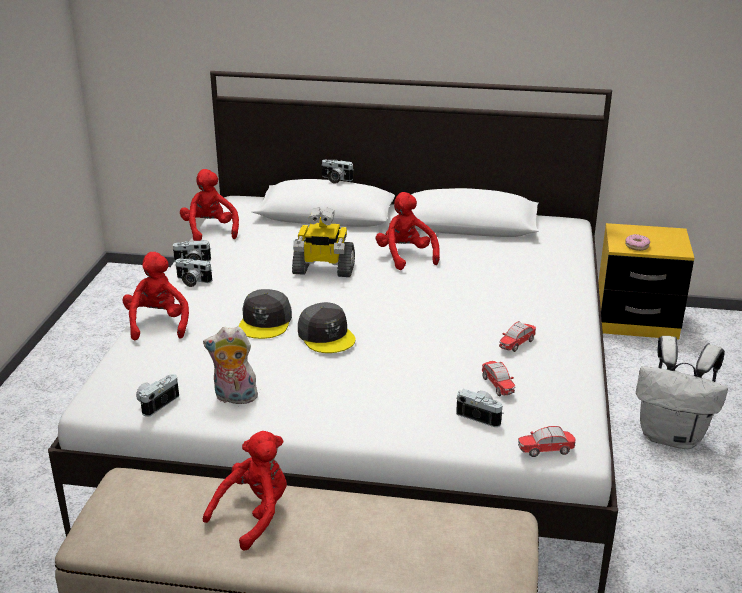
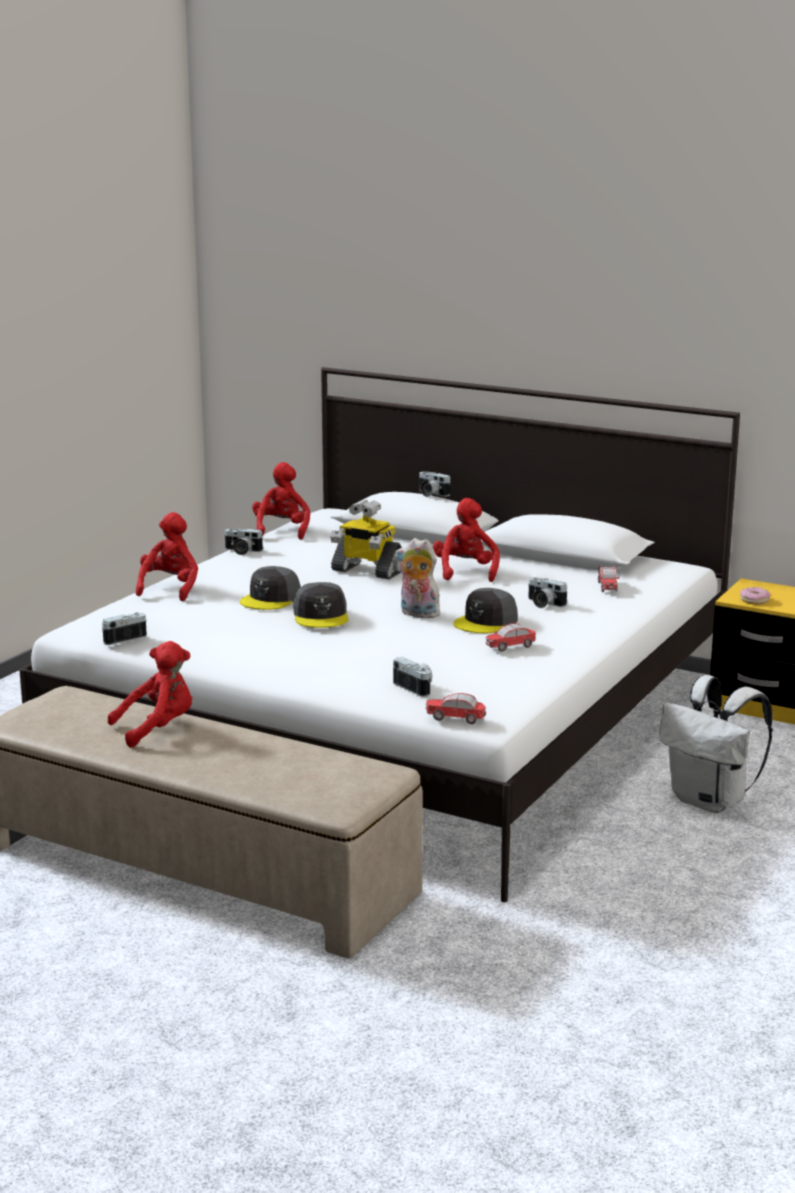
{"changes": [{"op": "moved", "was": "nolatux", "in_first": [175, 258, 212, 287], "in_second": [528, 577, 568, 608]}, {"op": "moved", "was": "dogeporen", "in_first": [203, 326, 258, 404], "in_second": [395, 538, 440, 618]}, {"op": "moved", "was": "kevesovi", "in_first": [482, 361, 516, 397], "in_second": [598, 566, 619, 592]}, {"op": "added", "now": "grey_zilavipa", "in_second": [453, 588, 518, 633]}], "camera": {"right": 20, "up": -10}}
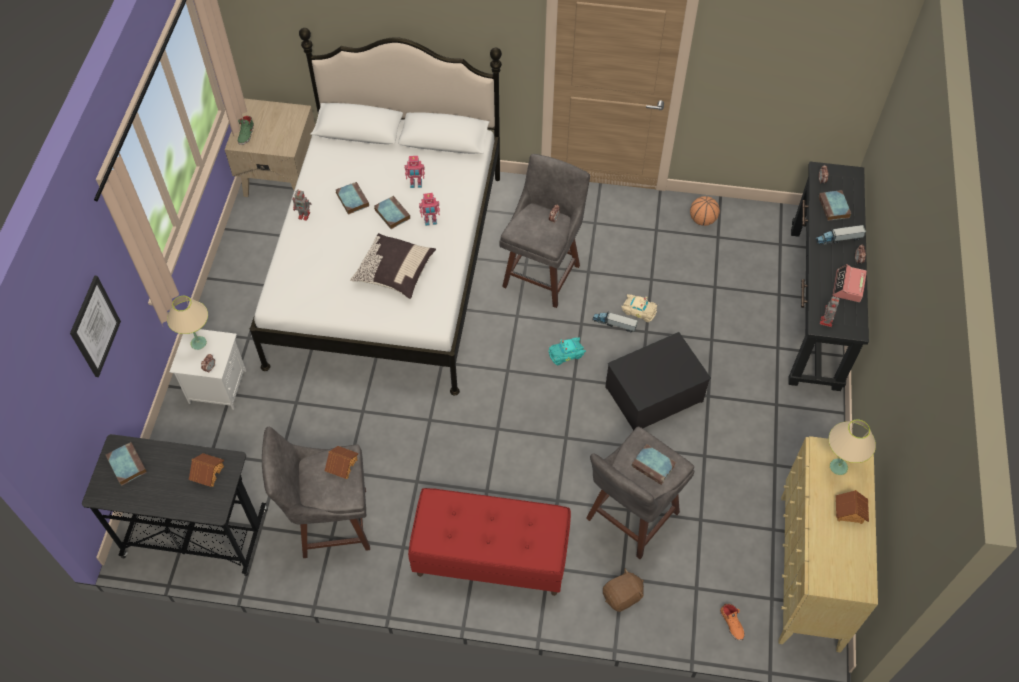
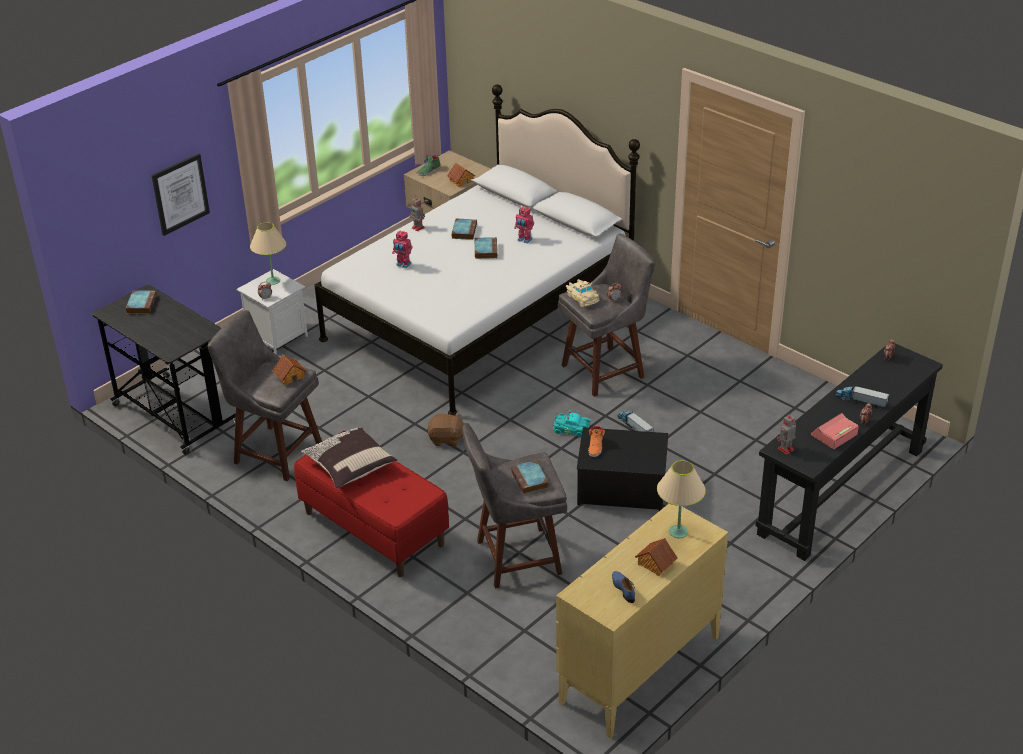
{"changes": [{"op": "moved", "was": "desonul", "in_first": [189, 453, 224, 487], "in_second": [447, 162, 475, 187]}, {"op": "moved", "was": "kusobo", "in_first": [350, 233, 436, 299], "in_second": [301, 428, 397, 489]}, {"op": "moved", "was": "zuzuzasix", "in_first": [419, 193, 440, 226], "in_second": [392, 230, 413, 268]}, {"op": "moved", "was": "brown_dogeporen", "in_first": [603, 568, 644, 612], "in_second": [427, 412, 464, 446]}, {"op": "moved", "was": "beige_kevesovi", "in_first": [621, 294, 658, 322], "in_second": [566, 279, 599, 307]}, {"op": "removed", "was": "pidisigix", "in_first": [690, 196, 720, 226]}, {"op": "moved", "was": "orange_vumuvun", "in_first": [720, 603, 744, 641], "in_second": [588, 426, 605, 457]}, {"op": "removed", "was": "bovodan", "in_first": [818, 190, 851, 221]}, {"op": "added", "now": "blue_vumuvun", "in_second": [612, 571, 635, 603]}], "camera": {"right": 35, "up": -20}}
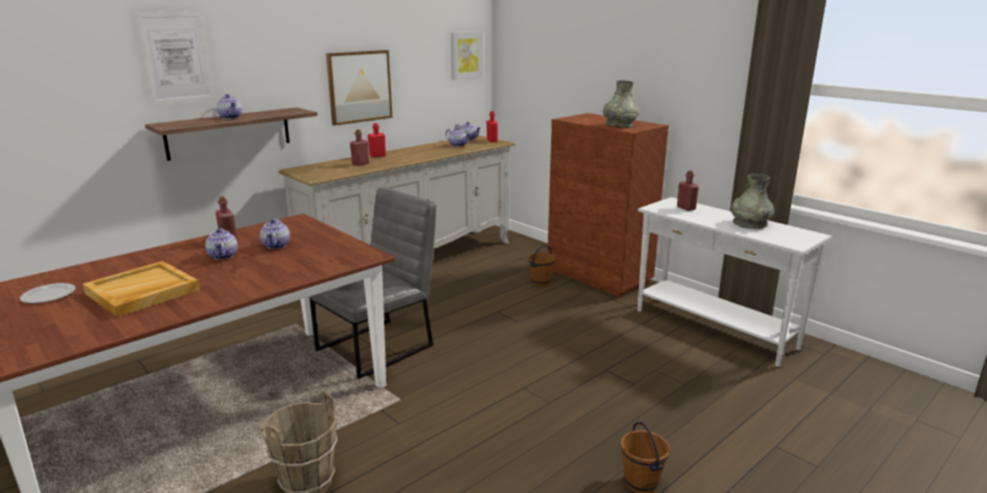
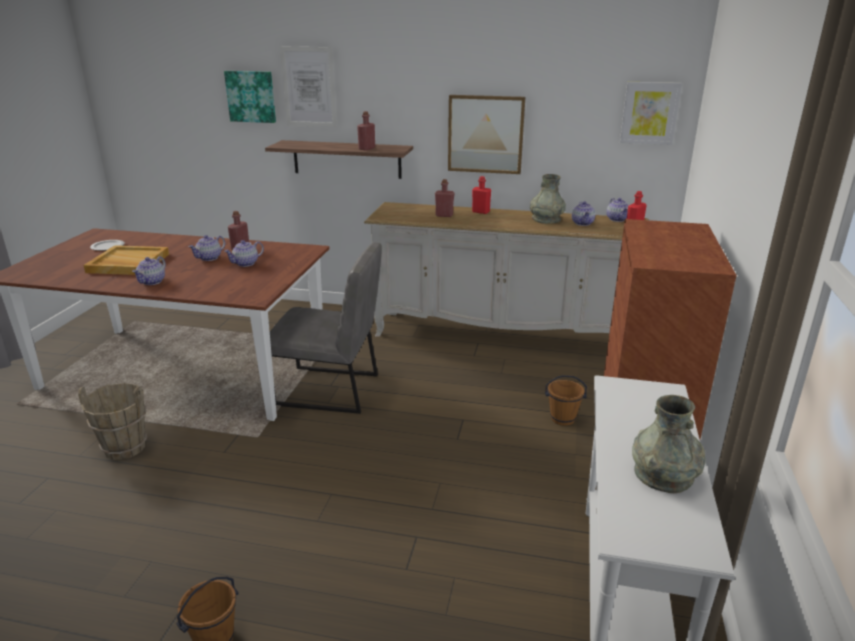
{"changes": [{"op": "moved", "was": "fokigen", "in_first": [216, 94, 242, 119], "in_second": [132, 256, 166, 285]}, {"op": "moved", "was": "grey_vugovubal", "in_first": [603, 80, 639, 128], "in_second": [530, 174, 566, 224]}, {"op": "moved", "was": "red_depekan", "in_first": [677, 170, 699, 211], "in_second": [357, 111, 375, 150]}, {"op": "added", "now": "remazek", "in_second": [224, 71, 276, 123]}], "camera": {"right": 55, "up": 5}}
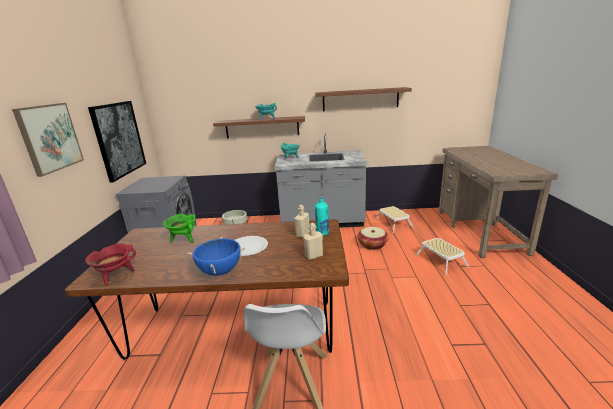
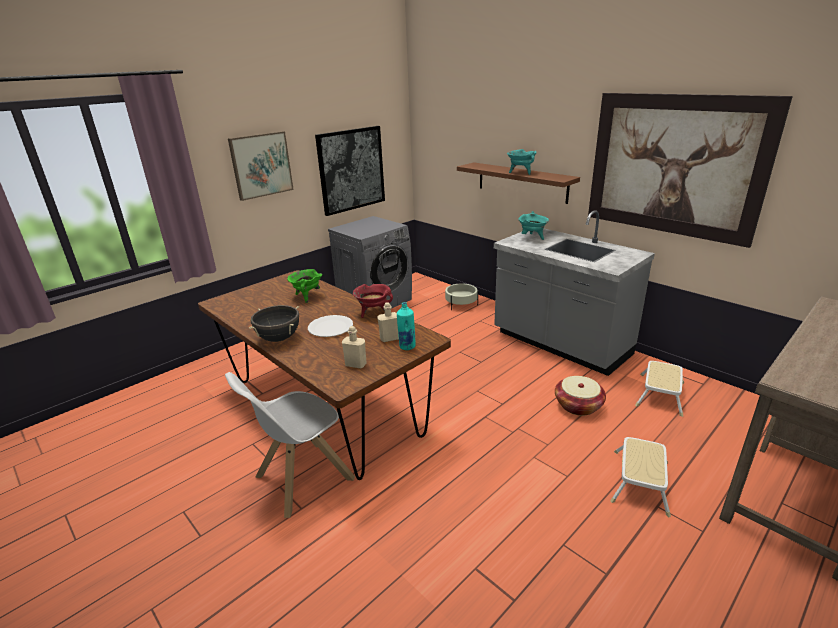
{"changes": [{"op": "moved", "was": "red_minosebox", "in_first": [85, 243, 136, 285], "in_second": [353, 284, 393, 318]}, {"op": "recoloured", "was": "blue_minosebox", "now": "black_minosebox", "in_first": [187, 237, 246, 276], "in_second": [249, 305, 299, 342]}, {"op": "replaced", "was": "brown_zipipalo", "now": "remazek", "in_first": [315, 87, 412, 111], "in_second": [588, 93, 793, 248]}], "camera": {"right": 45, "up": 5}}
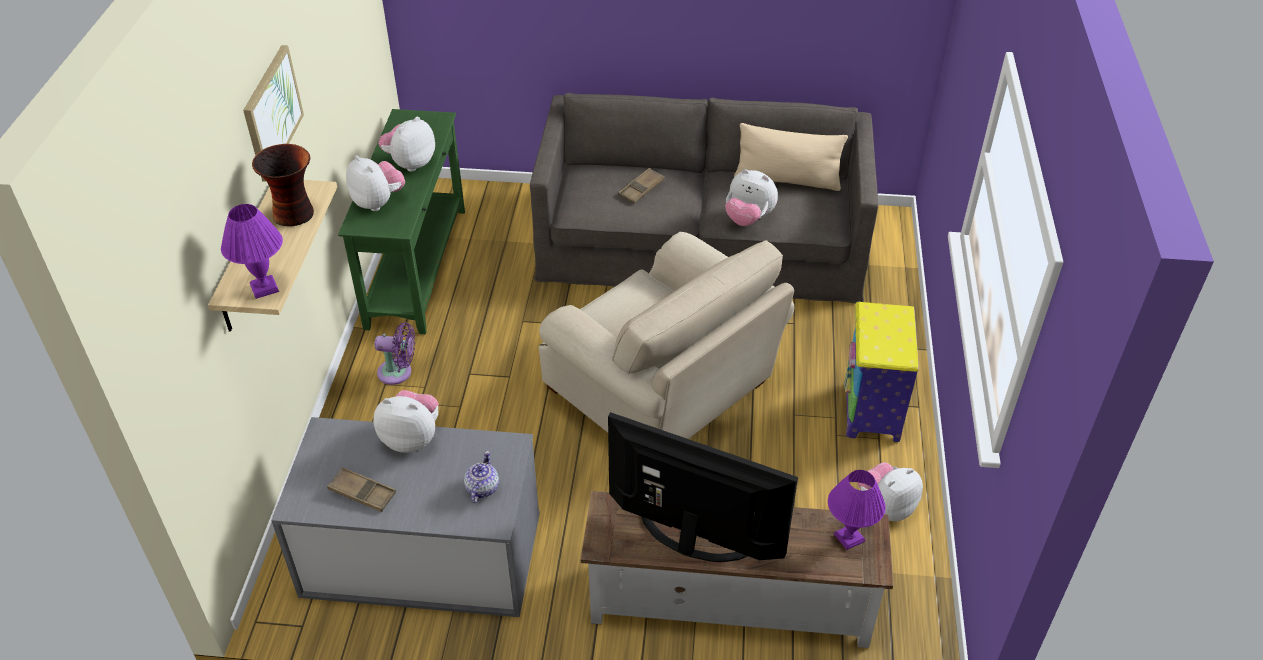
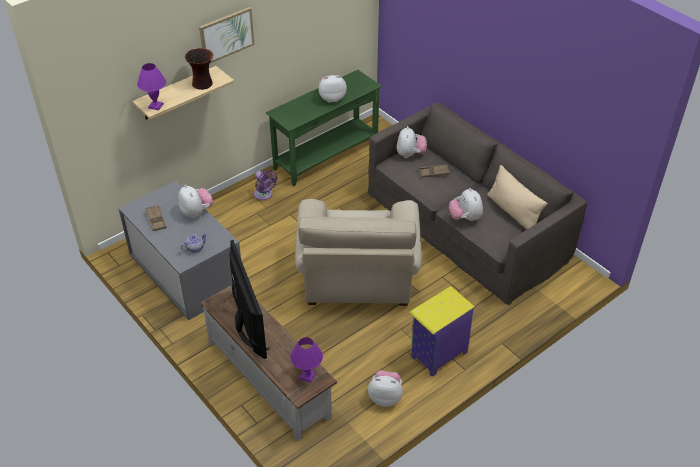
{"changes": [{"op": "moved", "was": "dogeporen", "in_first": [346, 155, 405, 211], "in_second": [397, 126, 427, 158]}], "camera": {"right": 45, "up": 0}}
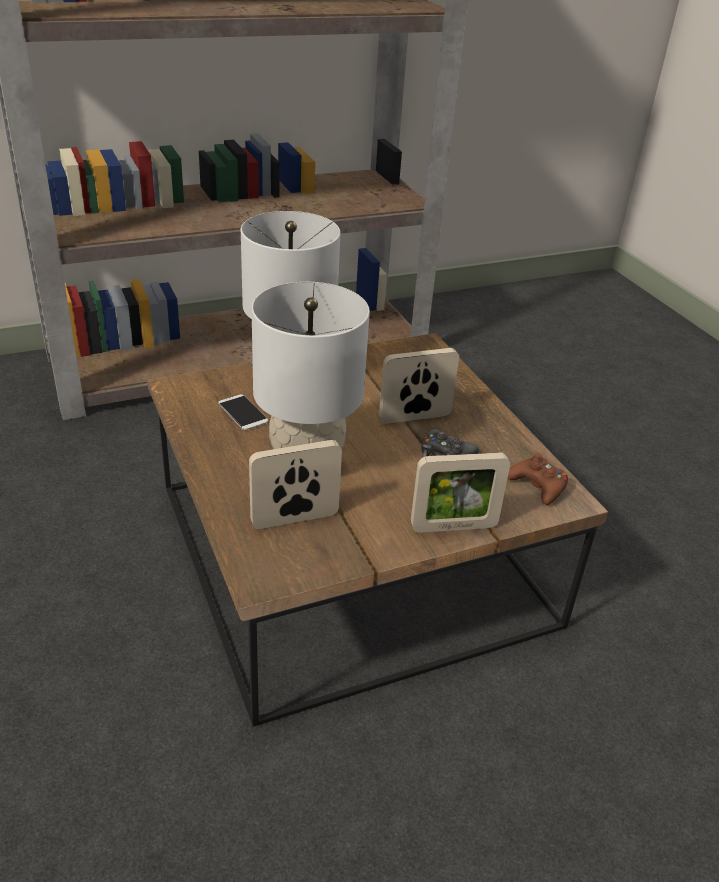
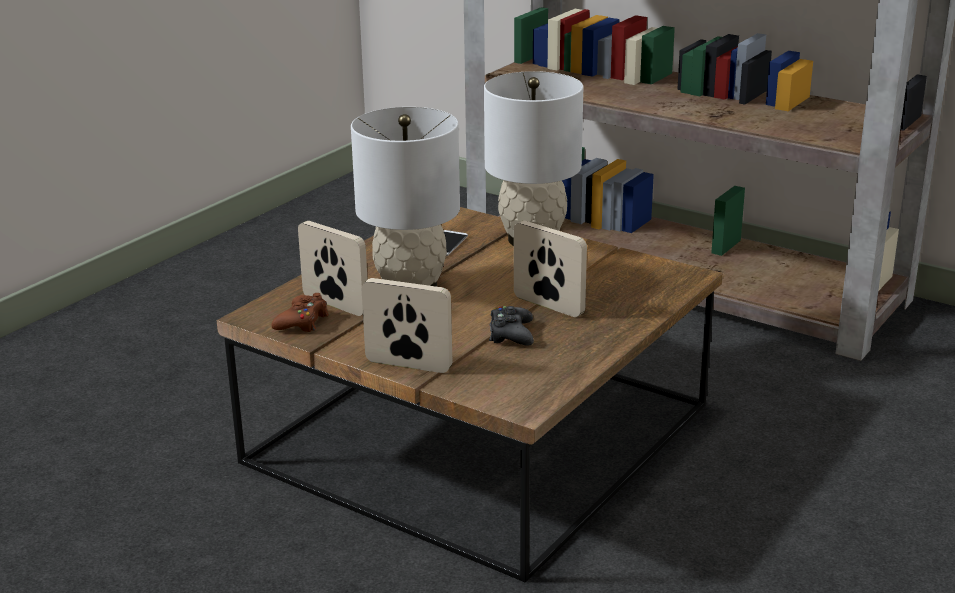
{"changes": [{"op": "turned", "was": "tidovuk", "in_first": [411, 453, 510, 533], "in_second": [362, 278, 452, 373], "clockwise": 150}, {"op": "moved", "was": "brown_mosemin", "in_first": [508, 453, 568, 505], "in_second": [271, 293, 329, 332]}], "camera": {"right": 60, "up": -10}}
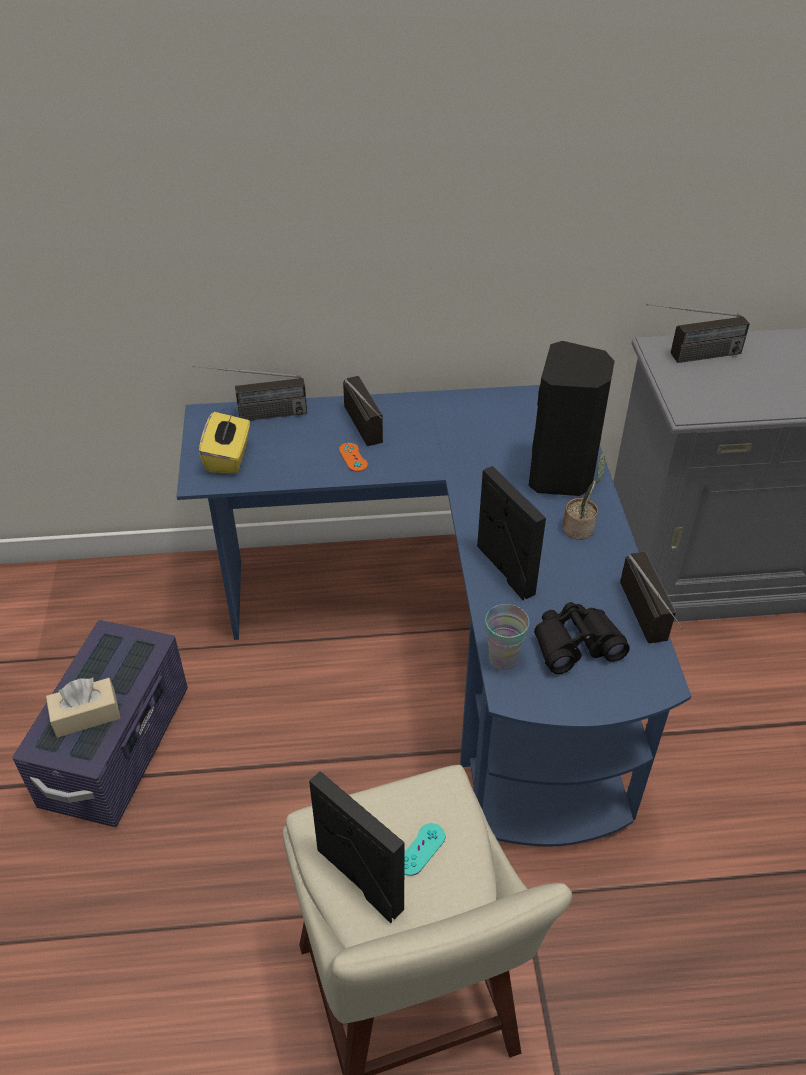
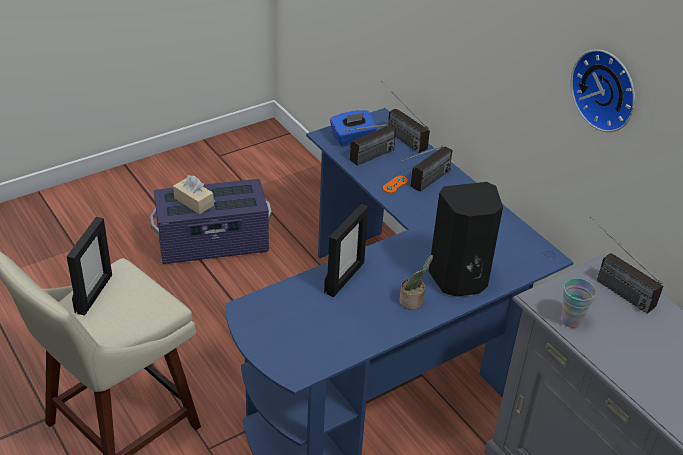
{"changes": [{"op": "recoloured", "was": "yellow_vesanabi", "now": "blue_vesanabi", "in_first": [199, 412, 250, 474], "in_second": [330, 110, 377, 146]}, {"op": "removed", "was": "turquoise_mosemin", "in_first": [404, 823, 445, 876]}, {"op": "moved", "was": "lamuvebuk", "in_first": [485, 604, 529, 670], "in_second": [561, 279, 596, 328]}, {"op": "removed", "was": "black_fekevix", "in_first": [534, 602, 630, 674]}, {"op": "moved", "was": "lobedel", "in_first": [620, 552, 684, 643], "in_second": [331, 124, 396, 166]}, {"op": "added", "now": "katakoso", "in_second": [571, 49, 635, 132]}], "camera": {"right": 60, "up": -5}}
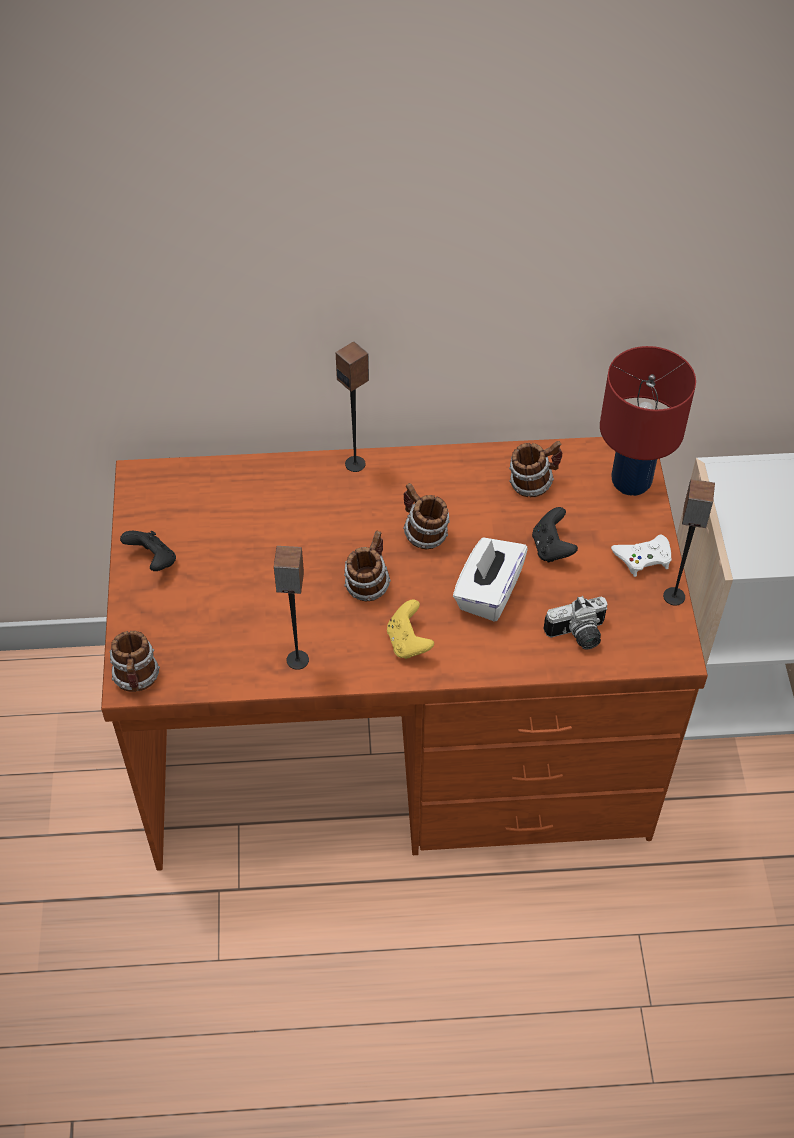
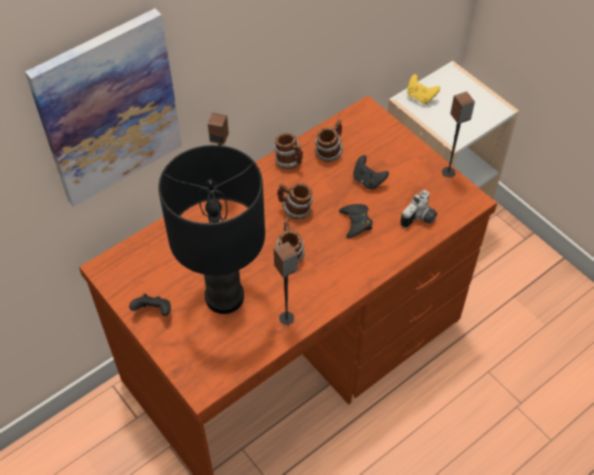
{"changes": [{"op": "moved", "was": "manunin", "in_first": [110, 631, 160, 692], "in_second": [274, 133, 303, 169]}, {"op": "moved", "was": "yellow_mosemin", "in_first": [387, 600, 434, 659], "in_second": [407, 74, 440, 104]}, {"op": "replaced", "was": "white_vesanabi", "now": "black_mosemin", "in_first": [453, 537, 528, 622], "in_second": [339, 204, 373, 238]}, {"op": "removed", "was": "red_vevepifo", "in_first": [600, 346, 696, 496]}, {"op": "removed", "was": "white_mosemin", "in_first": [611, 535, 672, 577]}, {"op": "added", "now": "remazek", "in_second": [25, 9, 182, 207]}, {"op": "added", "now": "black_vevepifo", "in_second": [158, 145, 265, 314]}], "camera": {"right": -35, "up": 0}}
